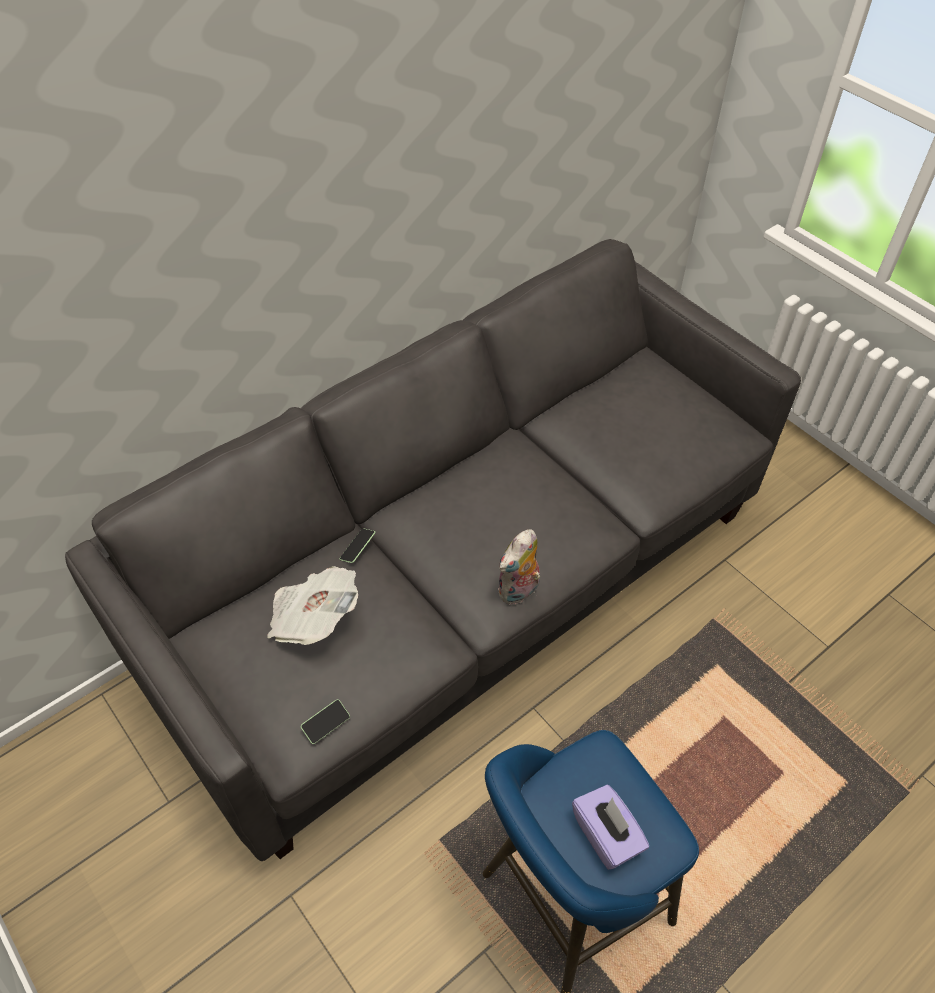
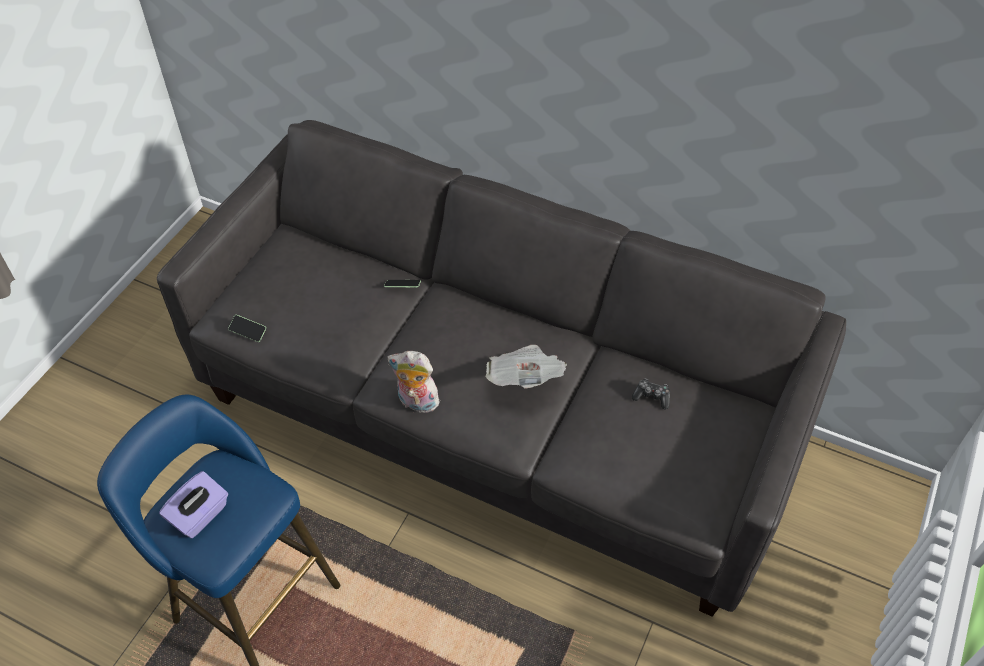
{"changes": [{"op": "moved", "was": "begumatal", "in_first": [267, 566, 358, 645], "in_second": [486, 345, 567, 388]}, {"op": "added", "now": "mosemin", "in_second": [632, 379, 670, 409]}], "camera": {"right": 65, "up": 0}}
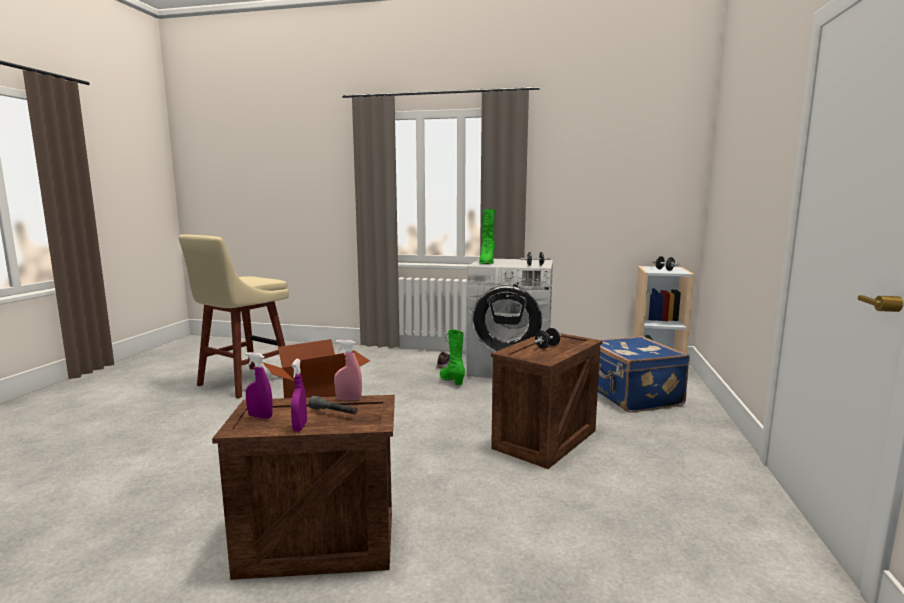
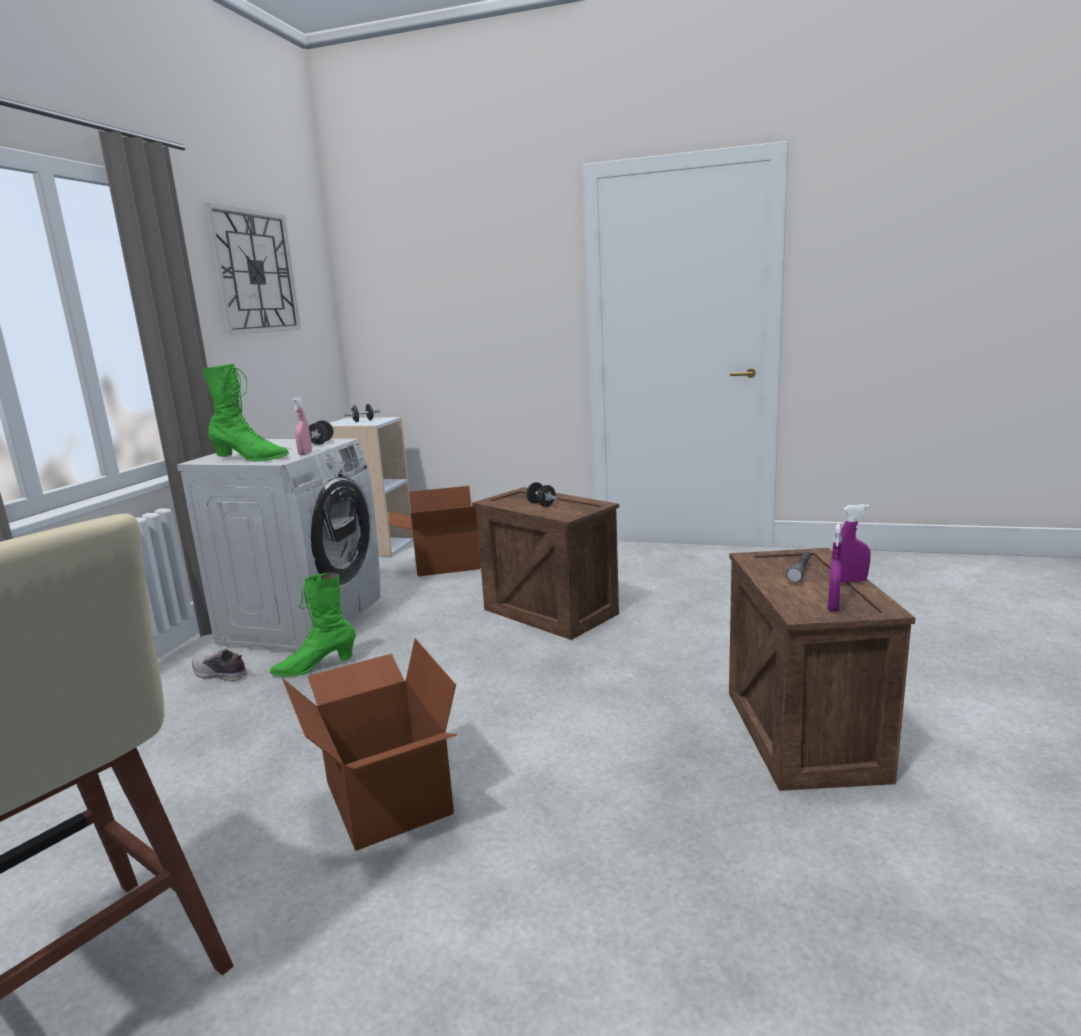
{"changes": [{"op": "moved", "was": "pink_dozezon", "in_first": [334, 340, 362, 400], "in_second": [292, 397, 312, 455]}, {"op": "replaced", "was": "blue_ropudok", "now": "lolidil", "in_first": [598, 336, 690, 413], "in_second": [388, 486, 481, 576]}, {"op": "added", "now": "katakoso", "in_second": [204, 203, 301, 335]}], "camera": {"right": -85, "up": 5}}
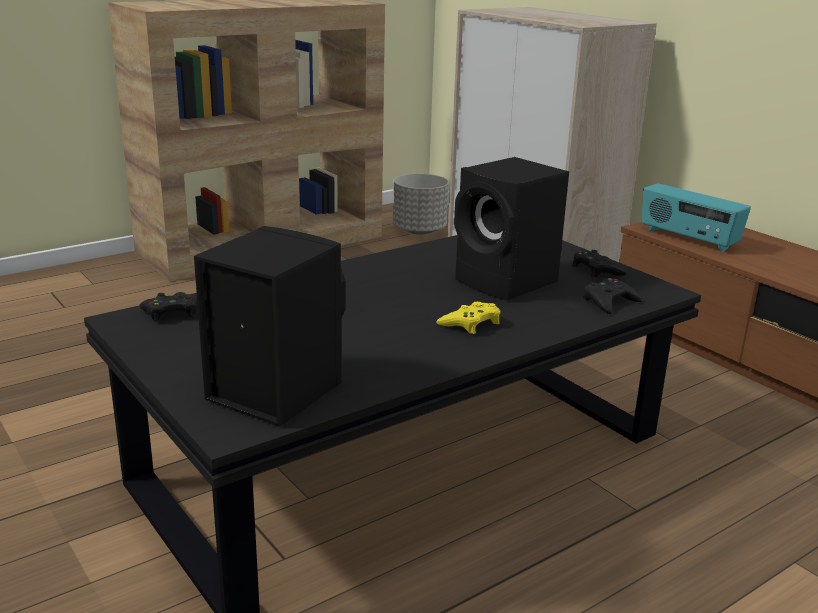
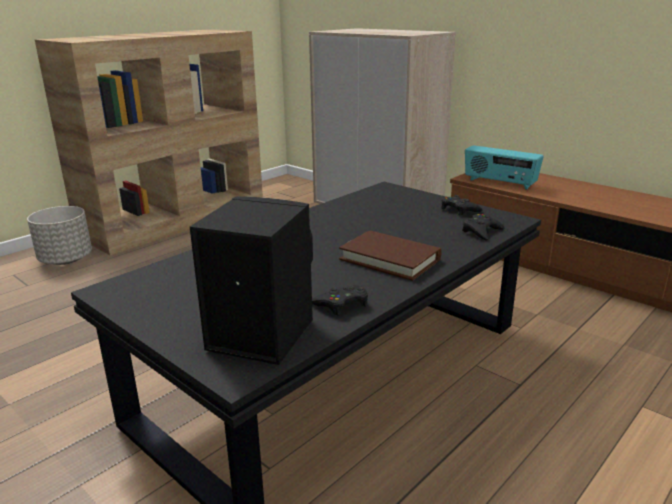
{"changes": [{"op": "moved", "was": "black_mosemin", "in_first": [140, 292, 197, 322], "in_second": [312, 284, 368, 316]}, {"op": "moved", "was": "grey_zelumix", "in_first": [393, 174, 449, 235], "in_second": [27, 206, 92, 265]}, {"op": "replaced", "was": "yellow_mosemin", "now": "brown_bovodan", "in_first": [436, 302, 501, 334], "in_second": [339, 230, 441, 281]}, {"op": "removed", "was": "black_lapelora", "in_first": [454, 157, 569, 301]}], "camera": {"right": -10, "up": 0}}
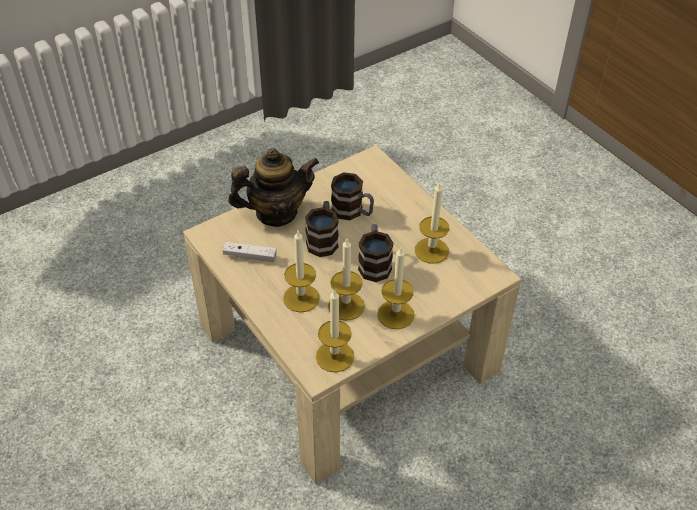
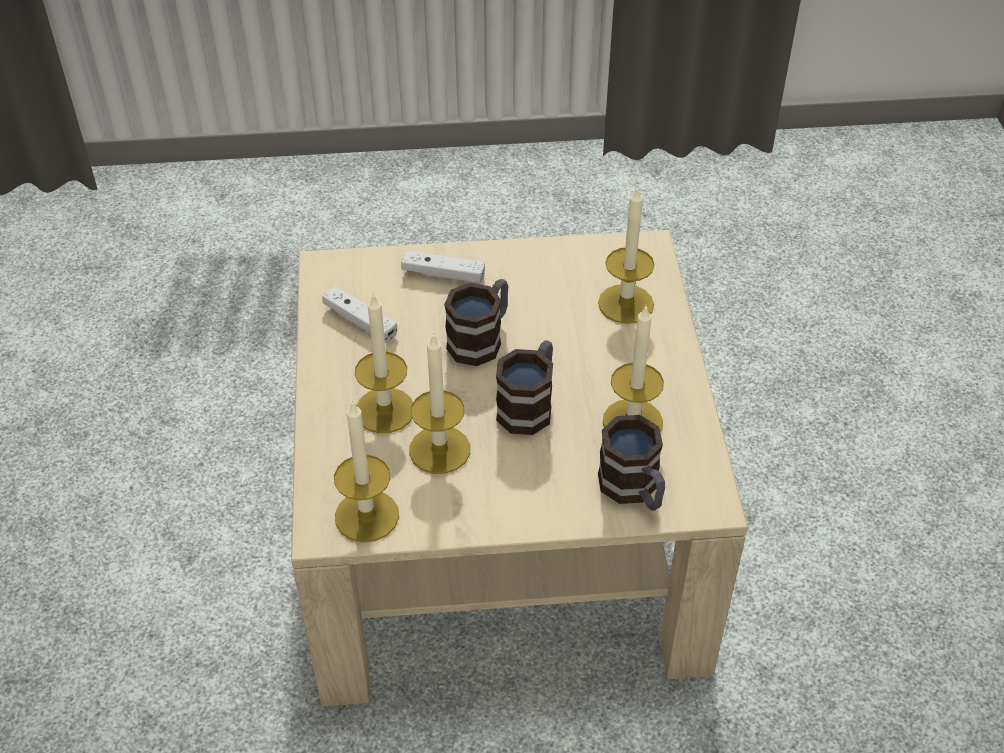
{"changes": [{"op": "replaced", "was": "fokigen", "now": "white_mosemin", "in_first": [228, 148, 319, 227], "in_second": [401, 251, 485, 284]}, {"op": "moved", "was": "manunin", "in_first": [331, 172, 374, 220], "in_second": [598, 415, 665, 511]}, {"op": "moved", "was": "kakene", "in_first": [377, 247, 414, 329], "in_second": [598, 186, 655, 324]}], "camera": {"right": 30, "up": 0}}
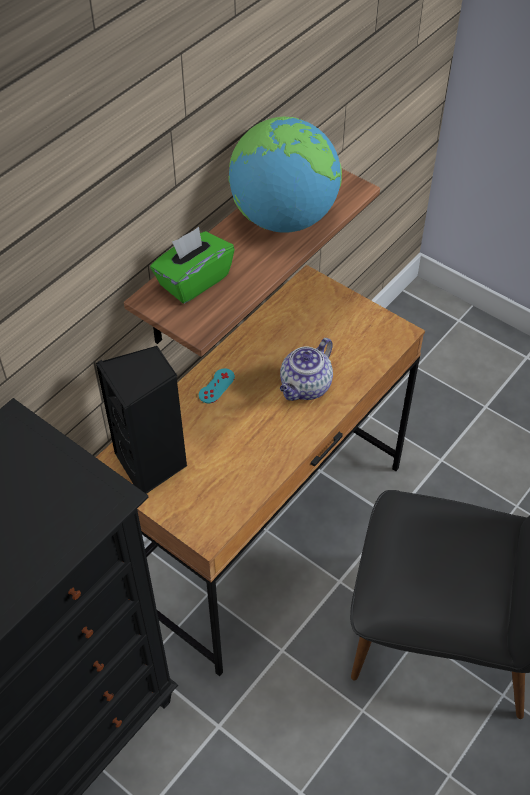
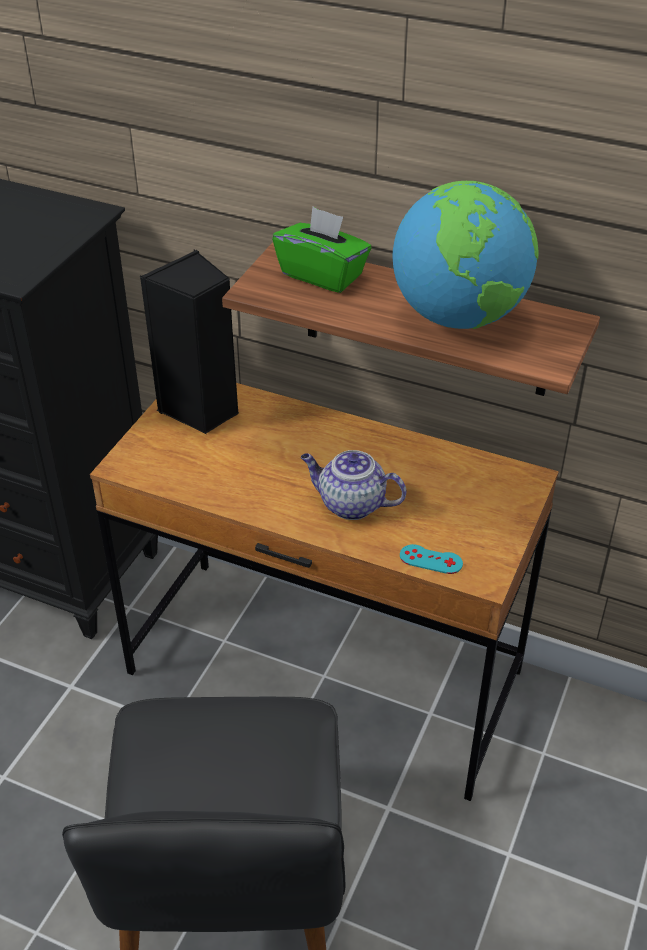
{"changes": [{"op": "moved", "was": "turquoise_mosemin", "in_first": [199, 368, 235, 403], "in_second": [400, 544, 463, 574]}], "camera": {"right": 75, "up": -10}}
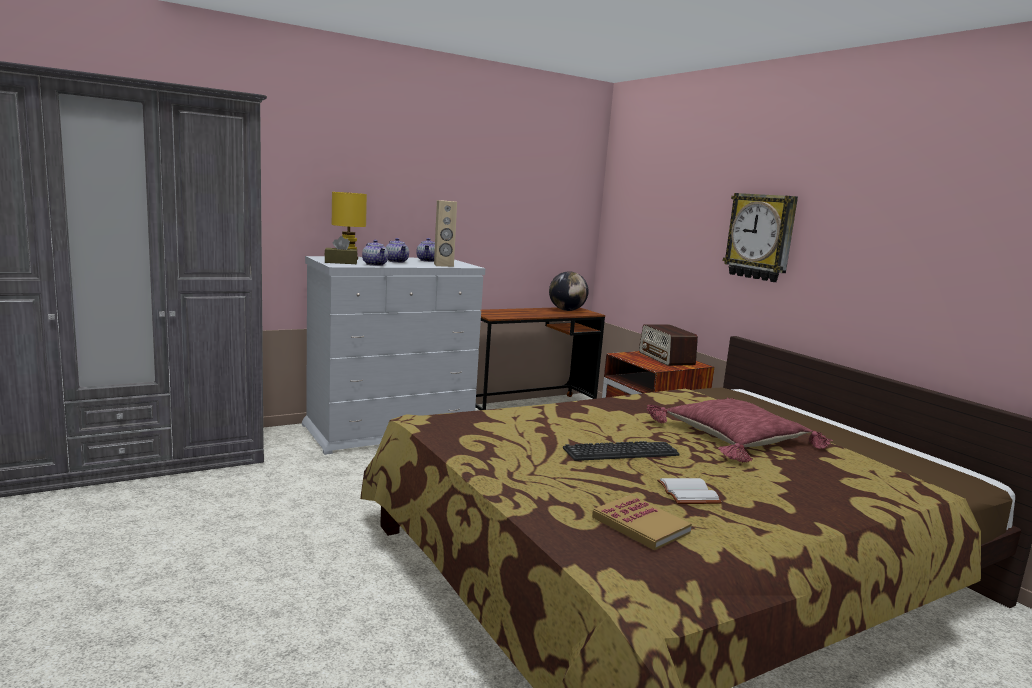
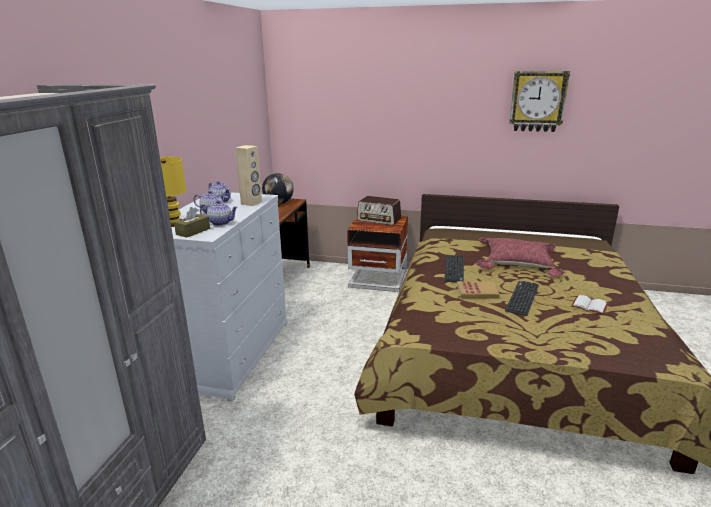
{"changes": [{"op": "moved", "was": "bovodan", "in_first": [592, 495, 692, 551], "in_second": [457, 281, 500, 299]}, {"op": "moved", "was": "katakoso", "in_first": [723, 193, 798, 282], "in_second": [509, 71, 570, 132]}, {"op": "added", "now": "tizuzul", "in_second": [444, 255, 464, 283]}], "camera": {"right": -45, "up": 10}}
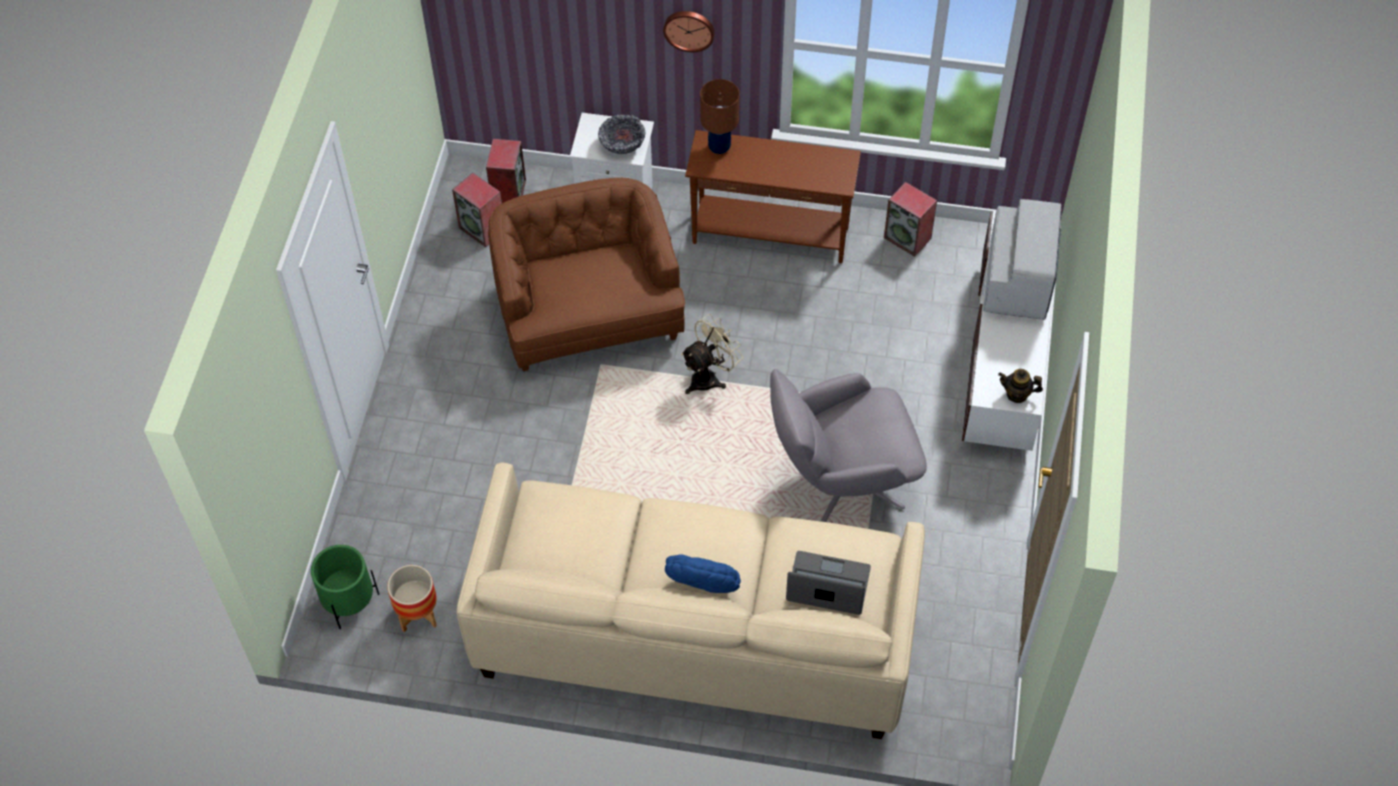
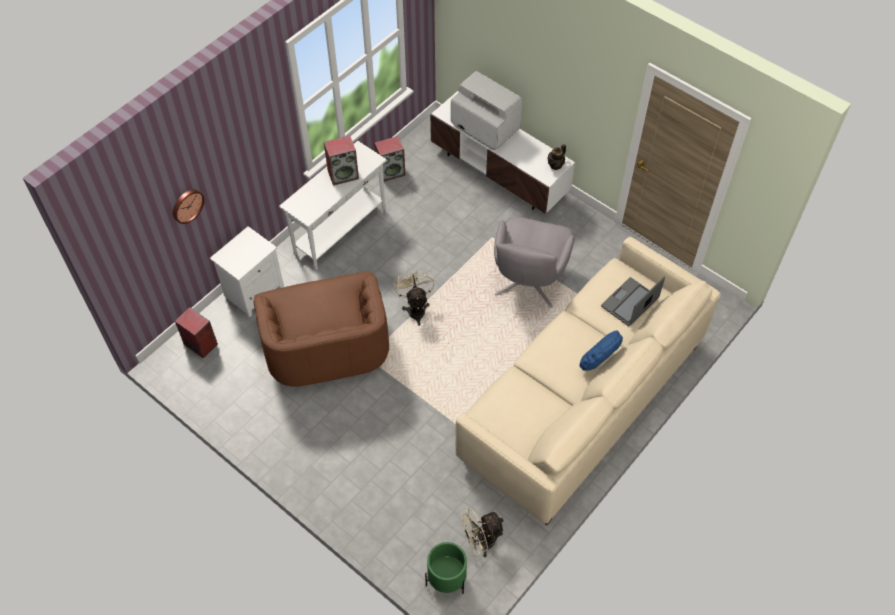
{"changes": [{"op": "replaced", "was": "zelumix", "now": "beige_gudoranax", "in_first": [387, 565, 437, 632], "in_second": [459, 508, 505, 557]}, {"op": "moved", "was": "lapelora", "in_first": [452, 173, 502, 247], "in_second": [324, 136, 359, 186]}, {"op": "turned", "was": "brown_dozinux", "in_first": [488, 178, 685, 372], "in_second": [254, 271, 389, 387], "clockwise": -120}, {"op": "removed", "was": "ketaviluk", "in_first": [598, 115, 645, 154]}, {"op": "moved", "was": "katakoso", "in_first": [663, 11, 715, 52], "in_second": [173, 190, 205, 224]}, {"op": "recoloured", "was": "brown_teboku", "now": "white_teboku", "in_first": [685, 130, 861, 264], "in_second": [279, 141, 387, 270]}, {"op": "removed", "was": "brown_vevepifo", "in_first": [700, 79, 739, 154]}], "camera": {"right": -60, "up": 0}}
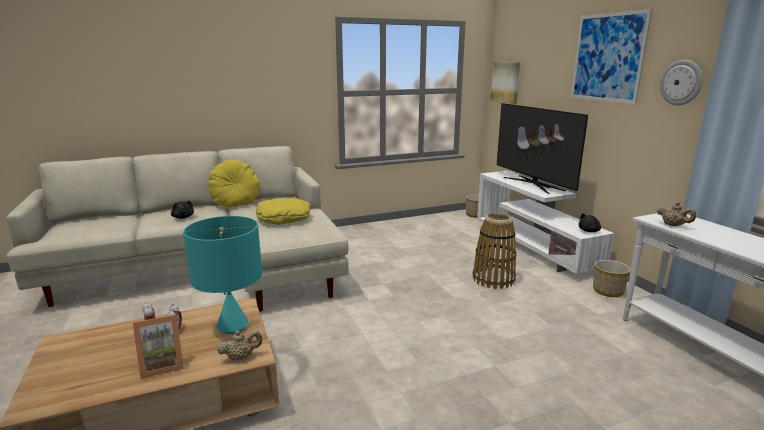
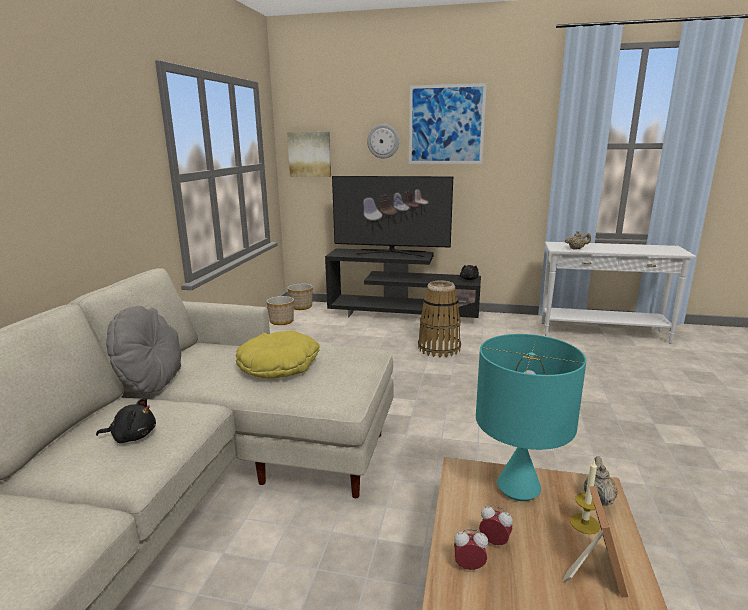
{"changes": [{"op": "recoloured", "was": "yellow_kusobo", "now": "grey_kusobo", "in_first": [207, 160, 260, 208], "in_second": [106, 306, 181, 393]}, {"op": "recoloured", "was": "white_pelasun", "now": "black_pelasun", "in_first": [477, 171, 614, 274], "in_second": [325, 248, 481, 318]}, {"op": "moved", "was": "zelumix", "in_first": [593, 260, 631, 297], "in_second": [266, 296, 294, 325]}, {"op": "moved", "was": "katakoso", "in_first": [660, 60, 703, 105], "in_second": [367, 124, 399, 158]}, {"op": "added", "now": "kakene", "in_second": [570, 459, 600, 534]}], "camera": {"right": -55, "up": 0}}
